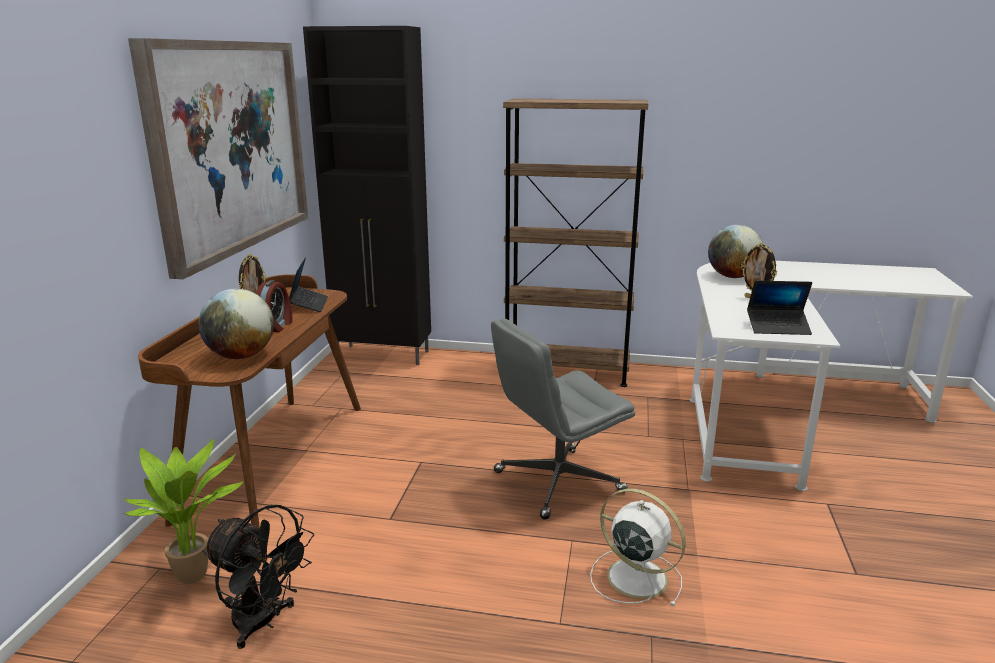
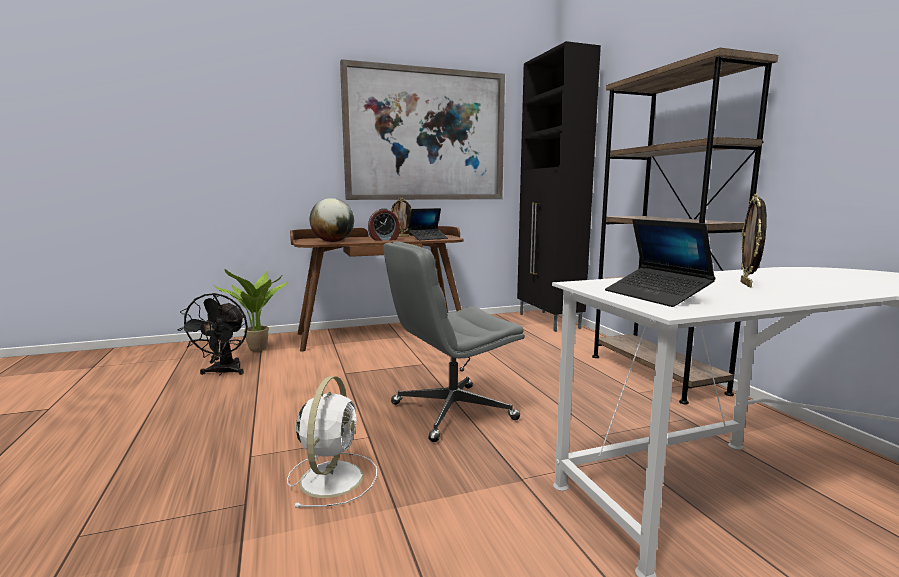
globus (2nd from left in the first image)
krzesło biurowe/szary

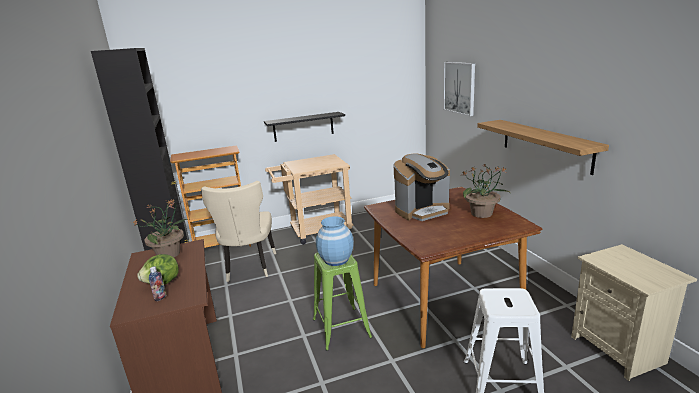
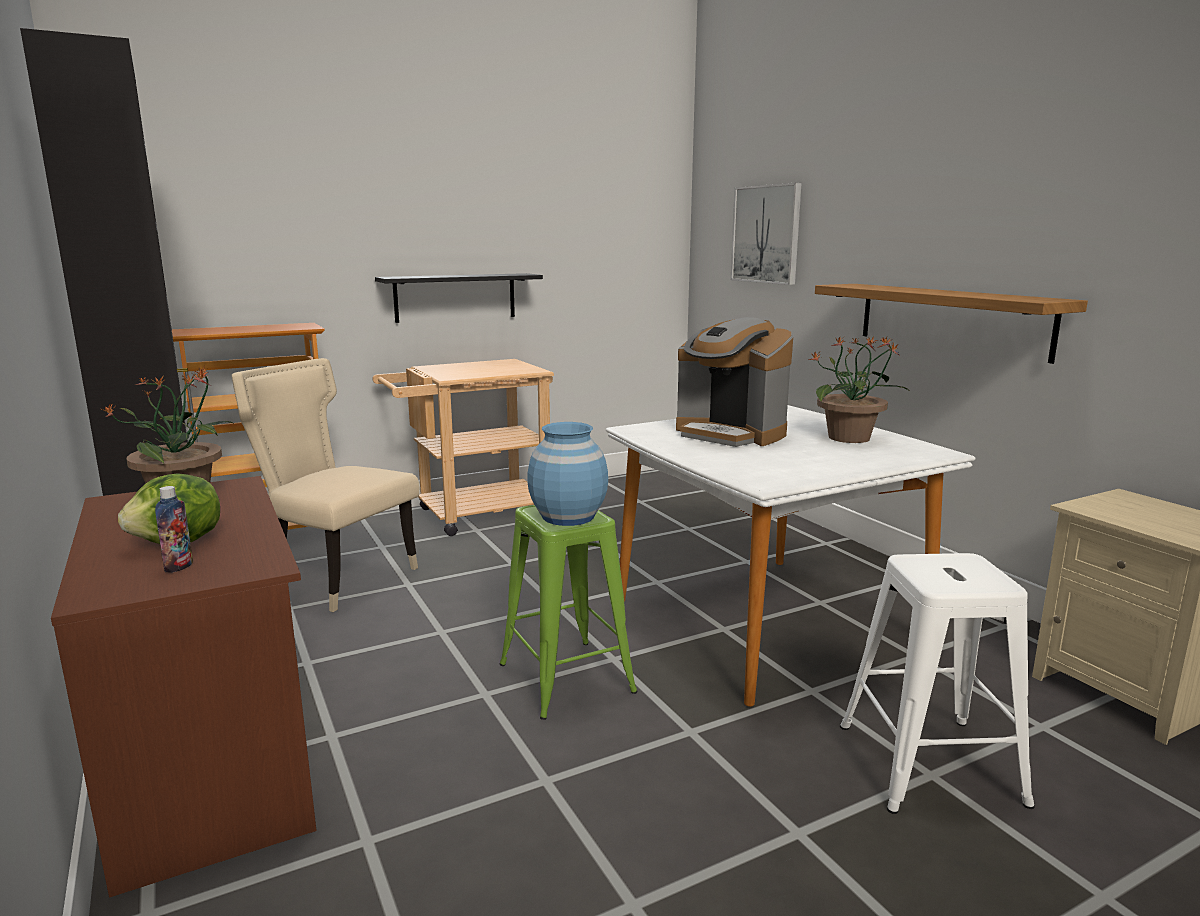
stół jadalny/biały
krzesło/beżowy
ekspres do kawy

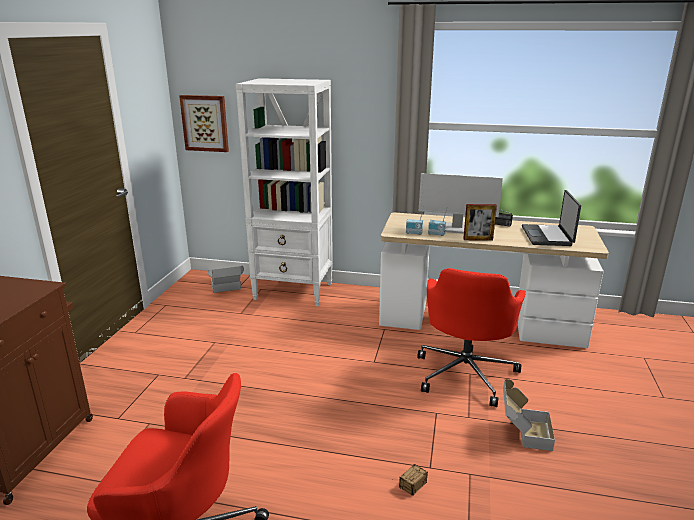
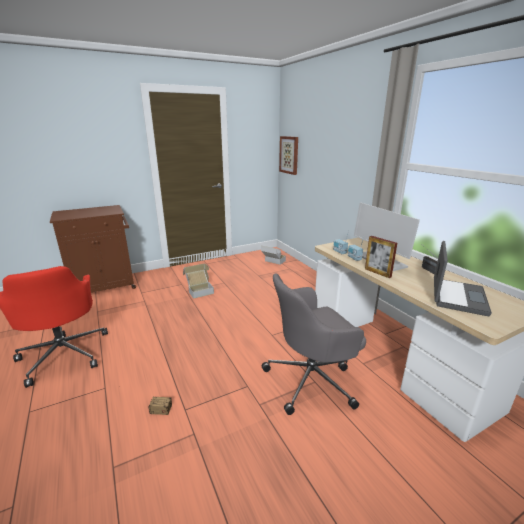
regał/biały
karton (1st from left)
krzesło biurowe/szary
laptop

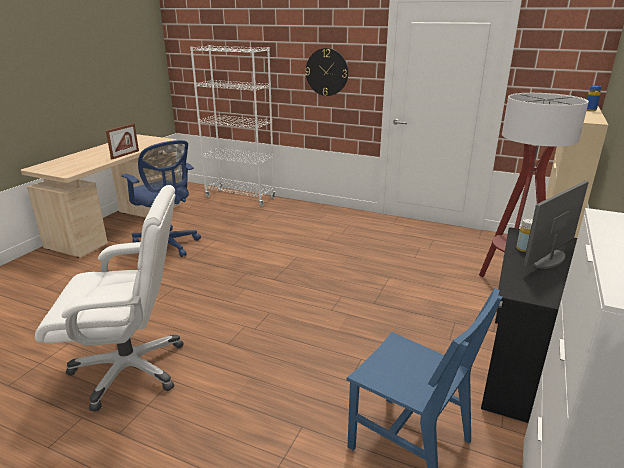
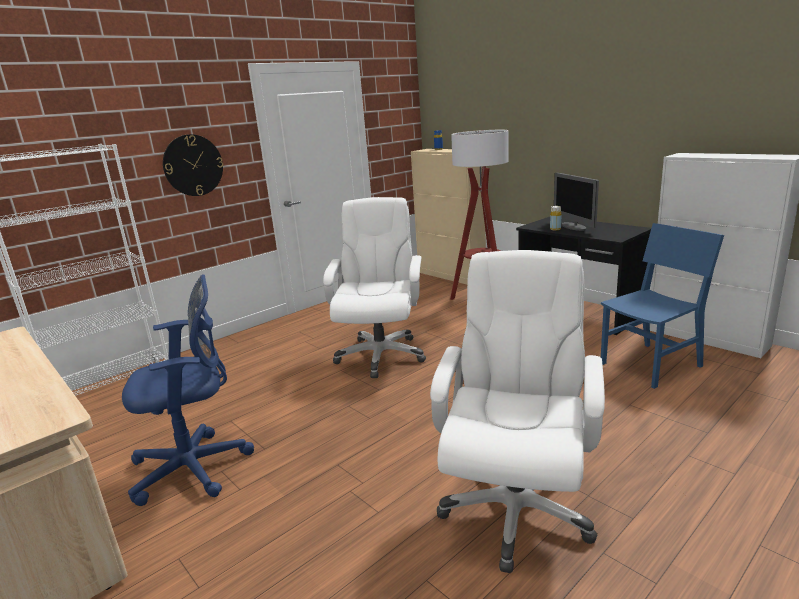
ramka na zdjęcie
krzesło biurowe/biały (1st from left)

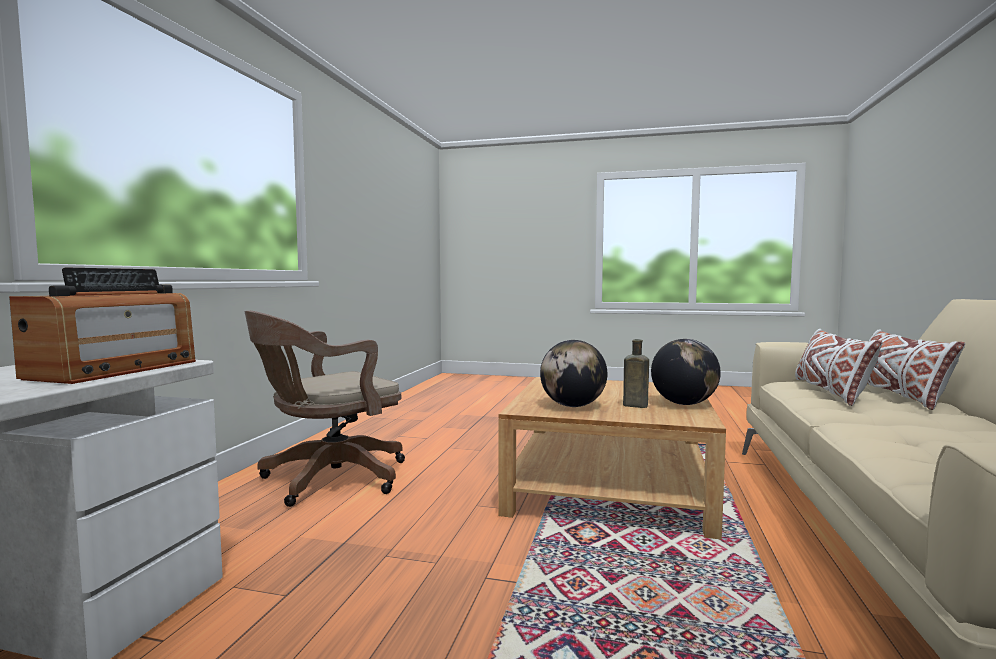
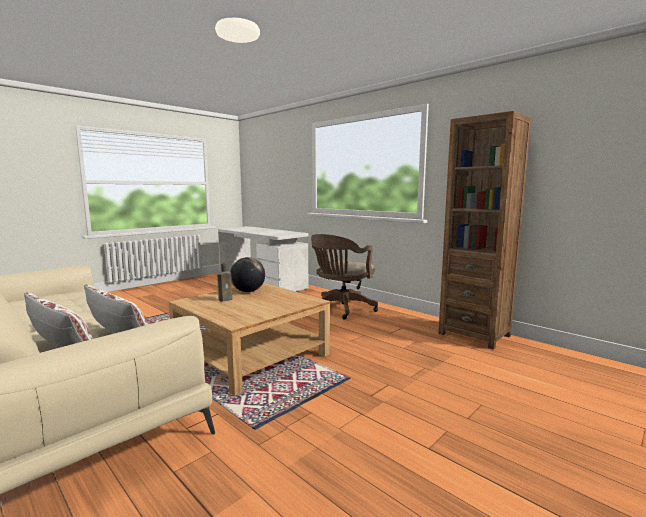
radio
globus (2nd from left in the first image)
regał/brązowy
krzesło biurowe/brązowy

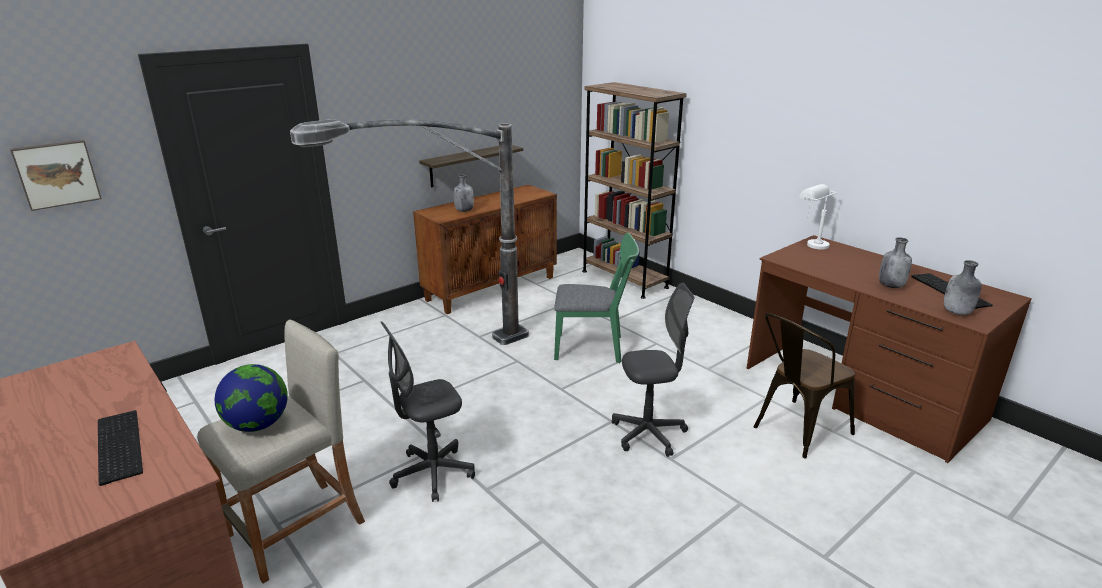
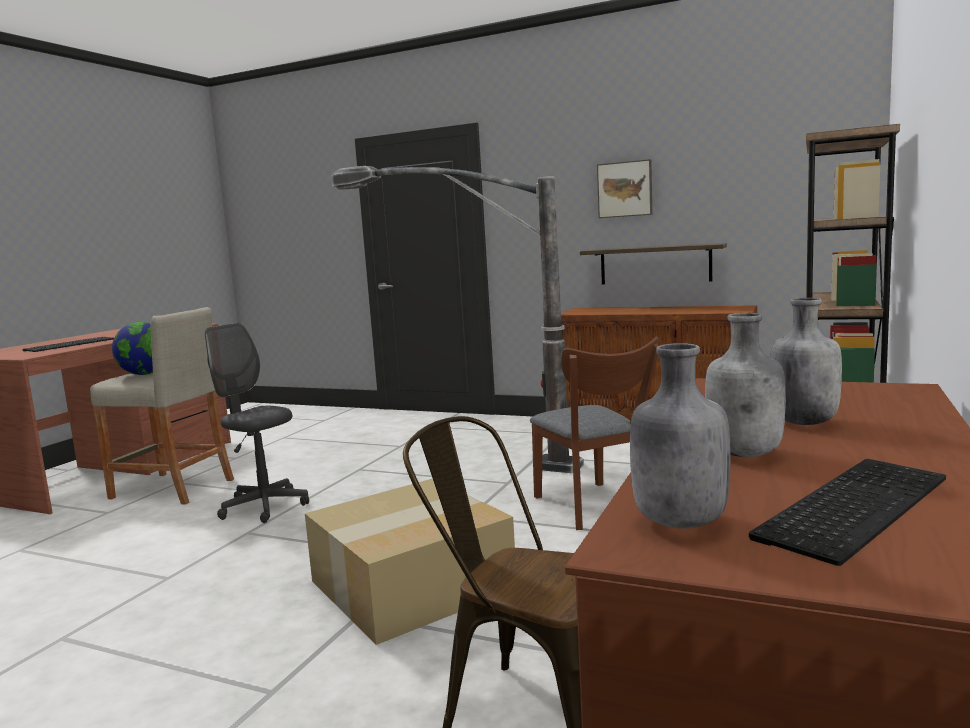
lampa stołowa/biały
obraz
butelka/szary (3rd from left)
karton
krzesło/brązowy (2nd from left)

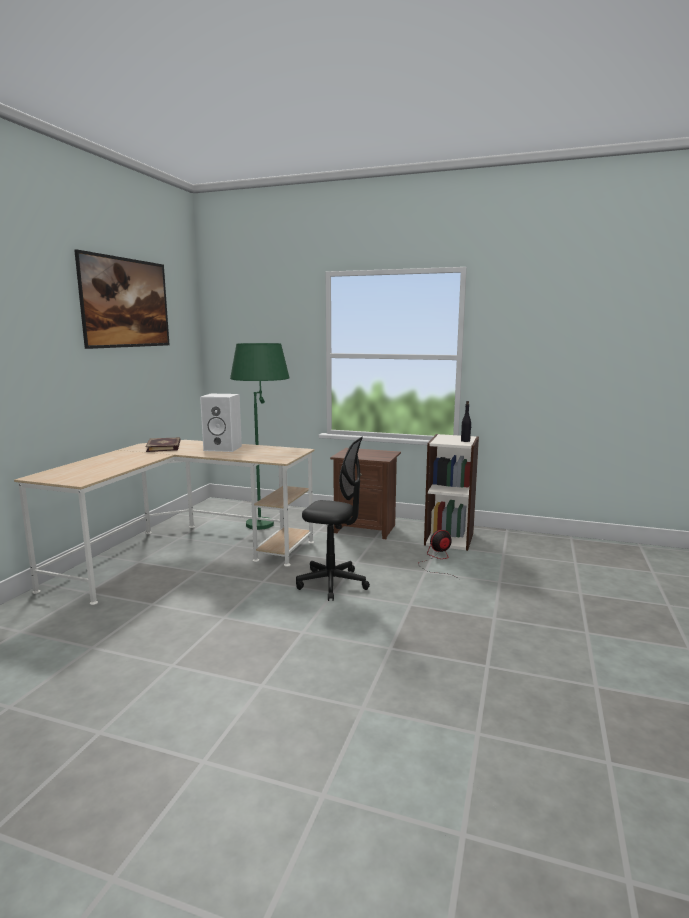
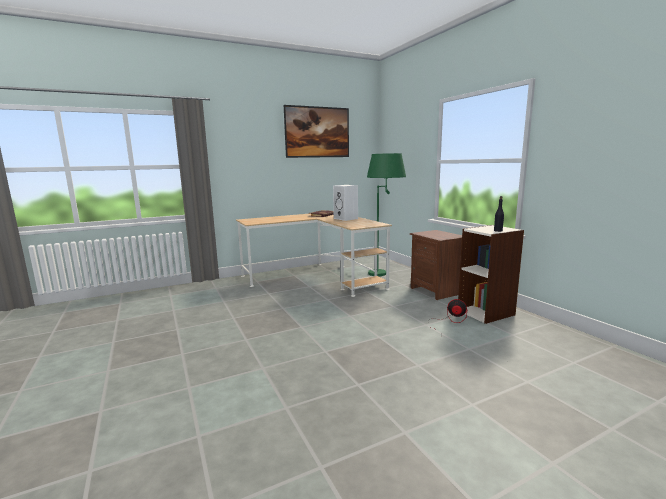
krzesło biurowe/czarny

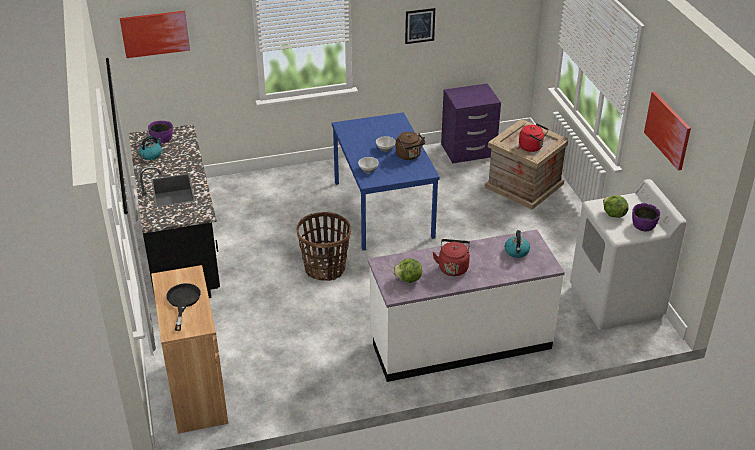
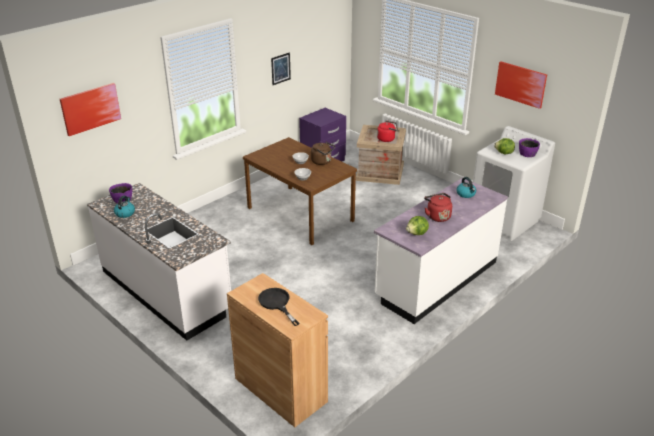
koszyk
zabudowa kuchenna/biały (1st from left)
stół jadalny/brązowy

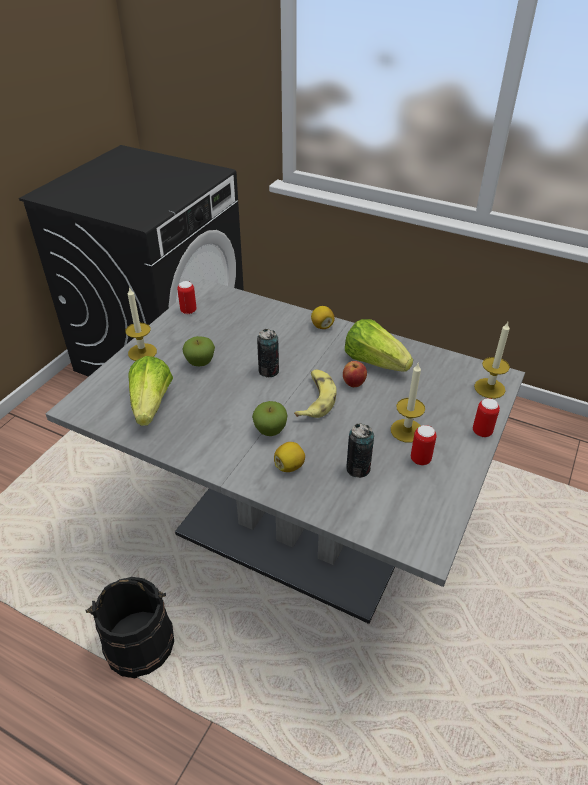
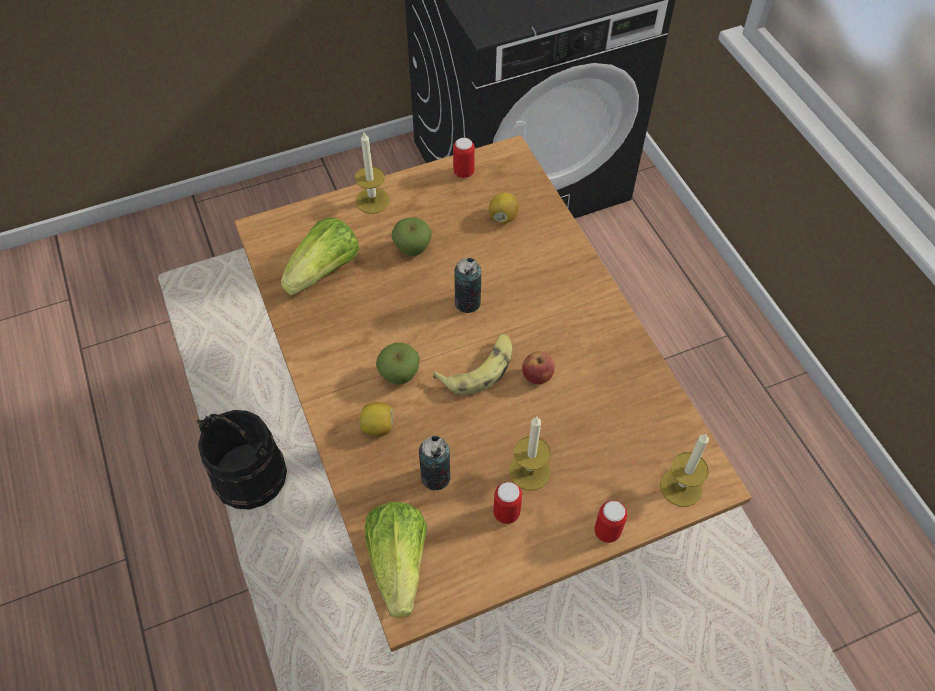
cytryna (2nd from left)
sałata (2nd from left)
stół jadalny/brązowy

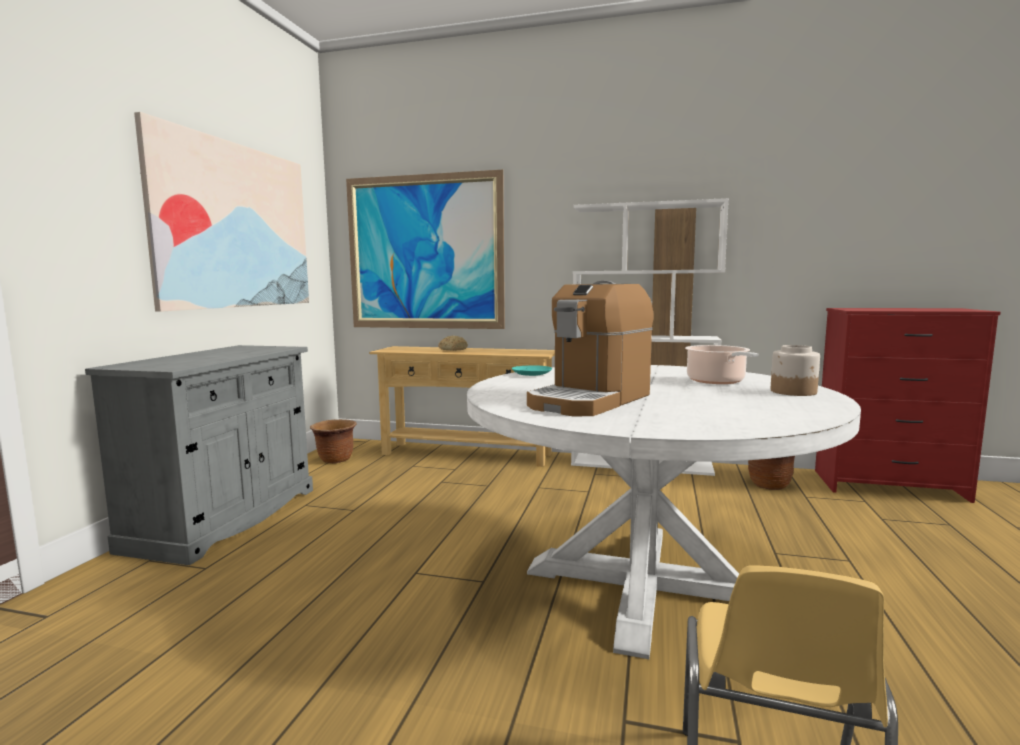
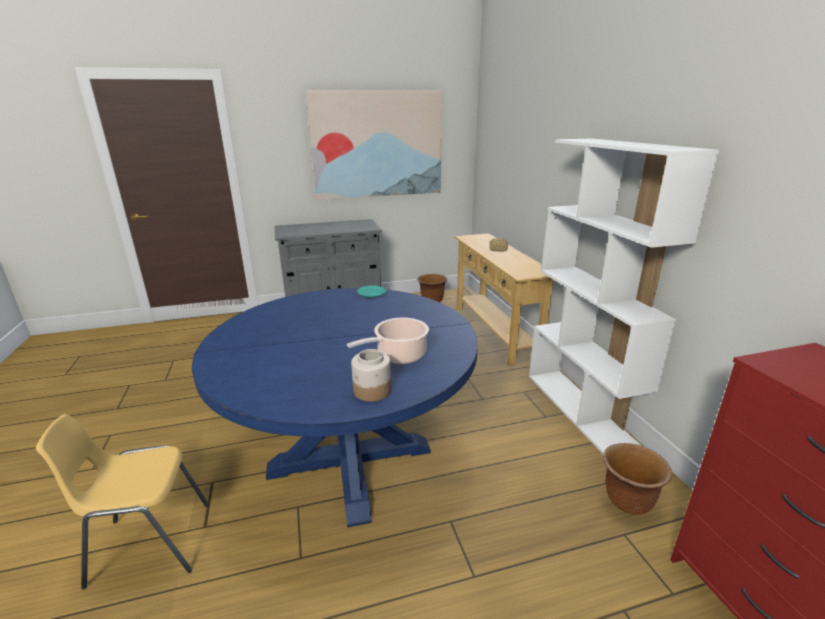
obraz (2nd from left in the first image)
ekspres do kawy
stół jadalny/niebieski

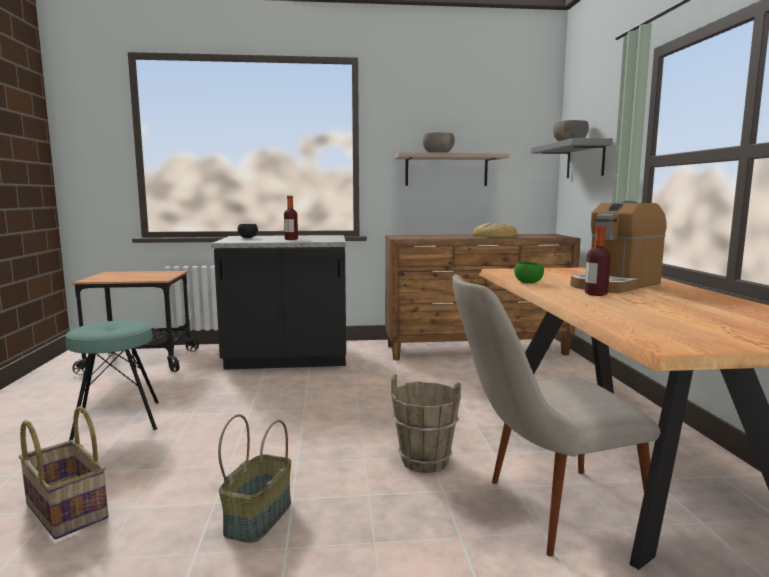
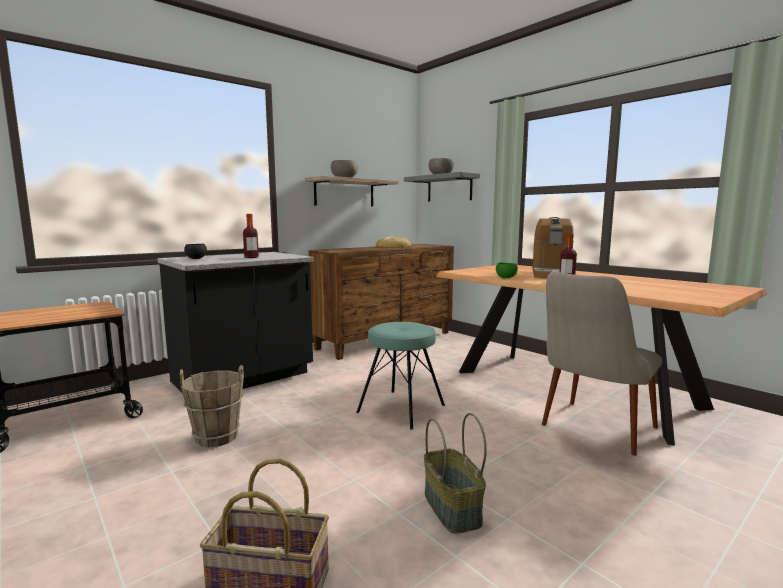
stołek/turkusowy
wiadro/brązowy

